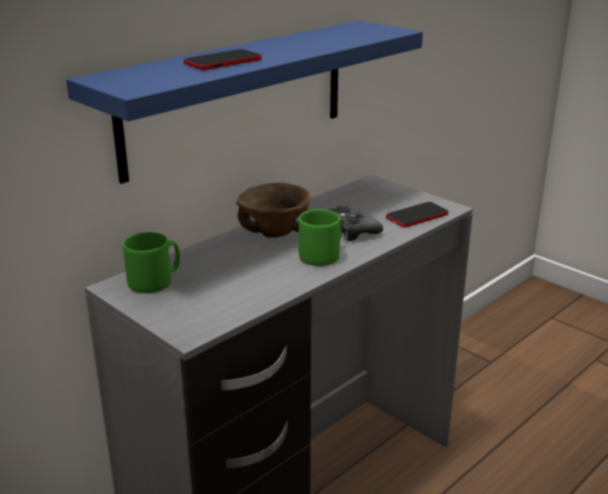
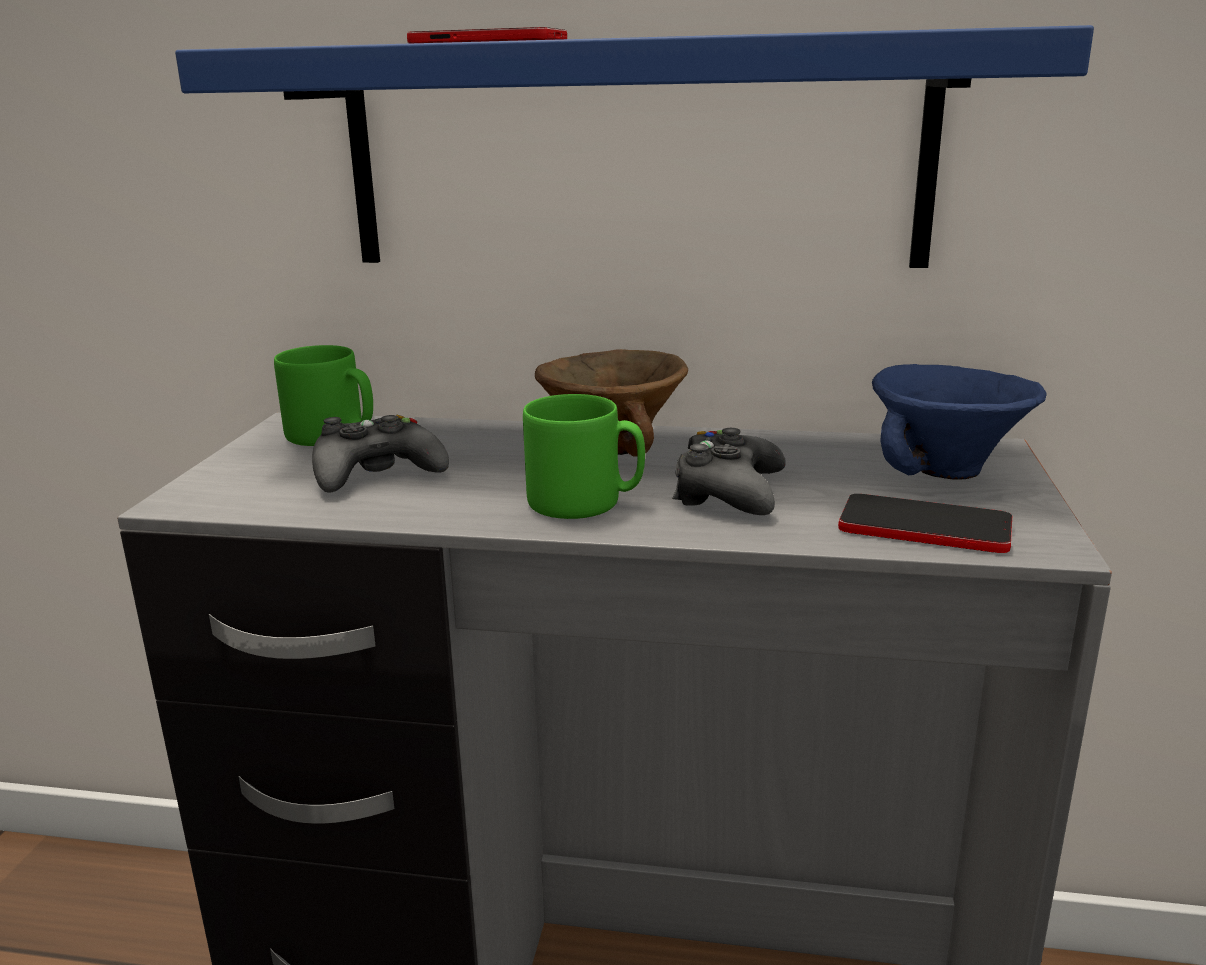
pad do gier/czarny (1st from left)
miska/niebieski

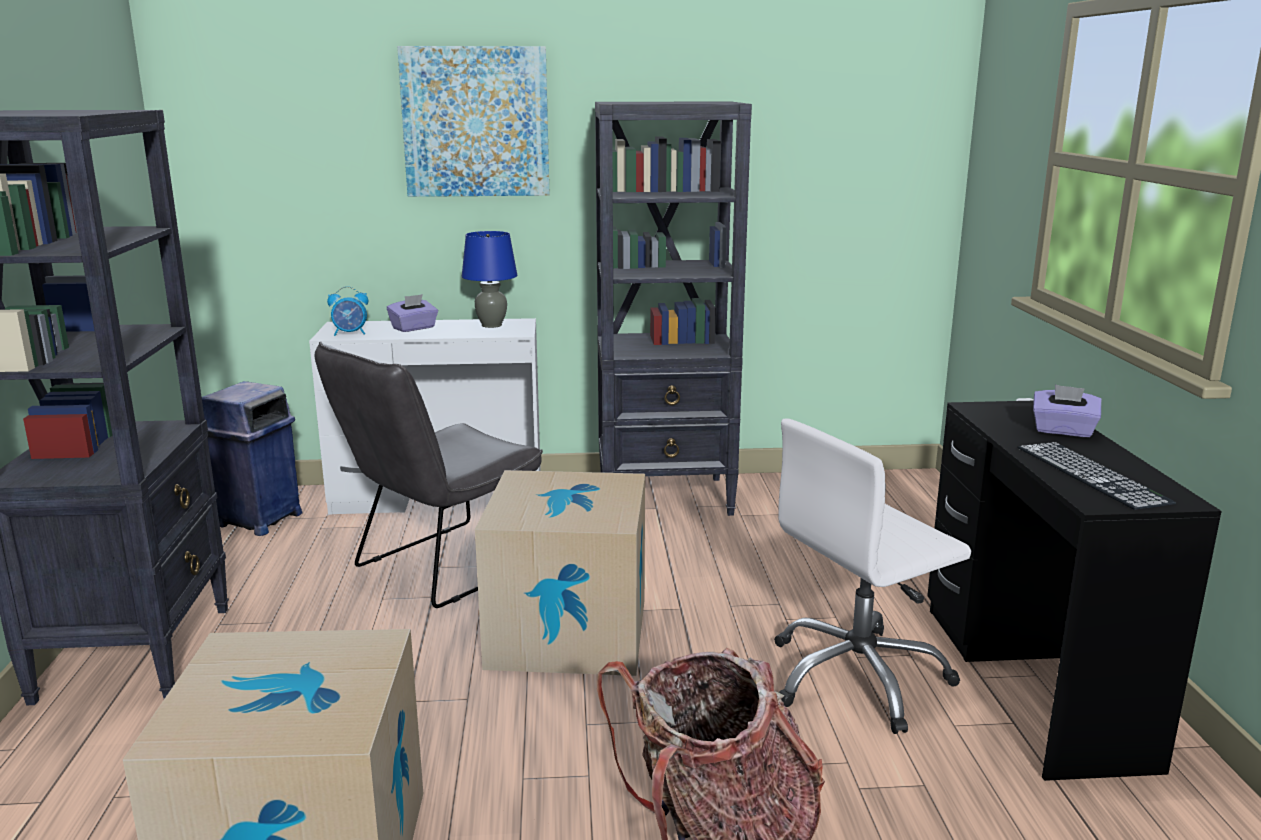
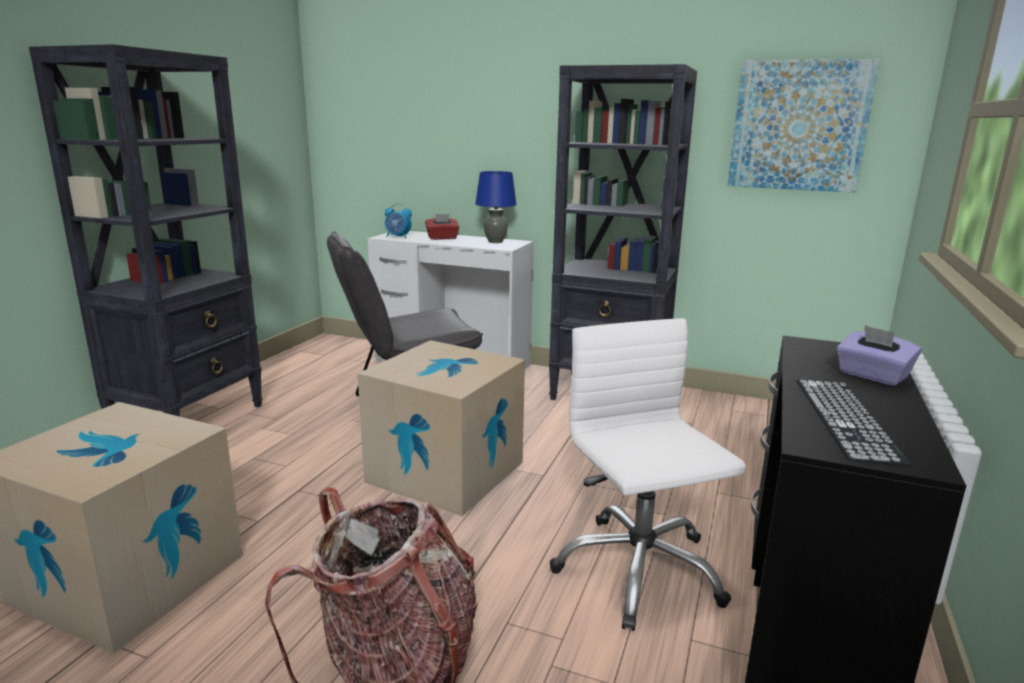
kosz na śmieci/niebieski
obraz
pudełko chusteczek/czerwony
krzesło biurowe/biały

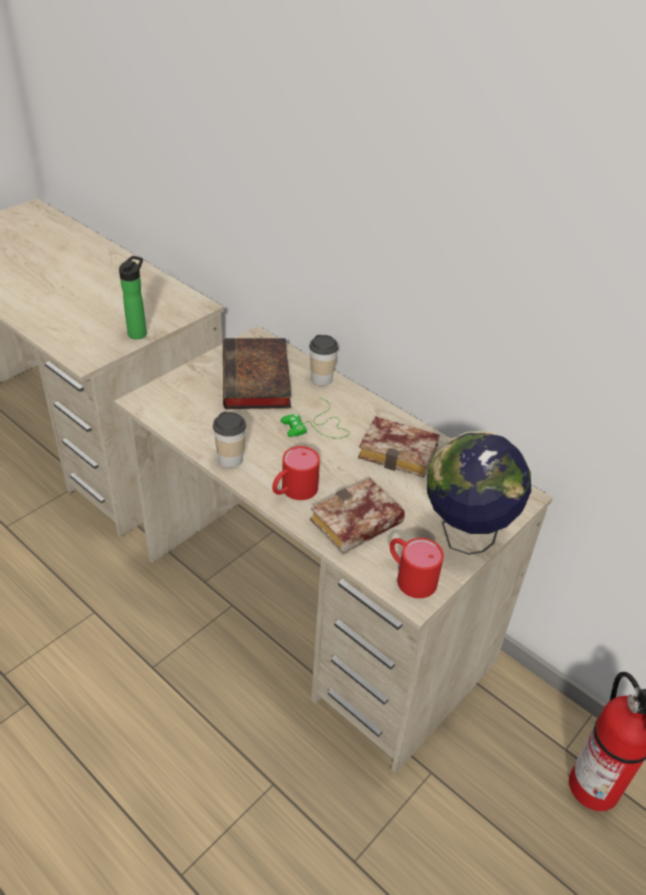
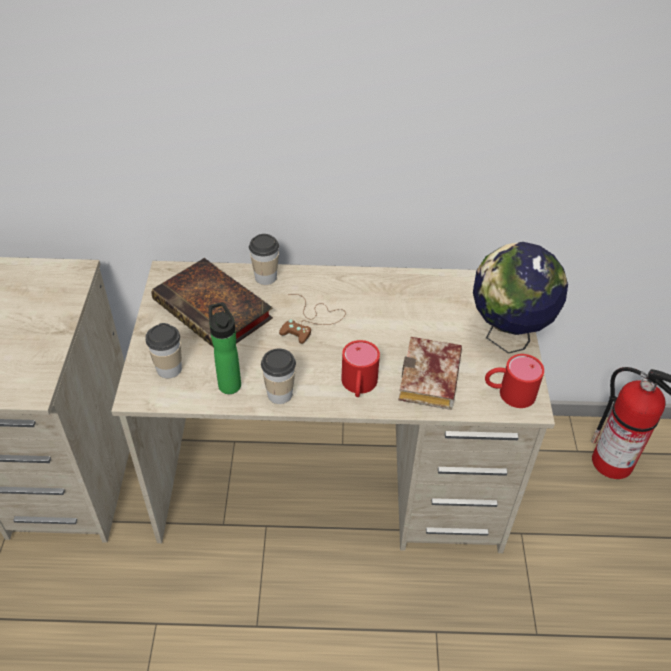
książka (3rd from left in the first image)
filiżanka (1st from left)
butelka
pad do gier/brązowy

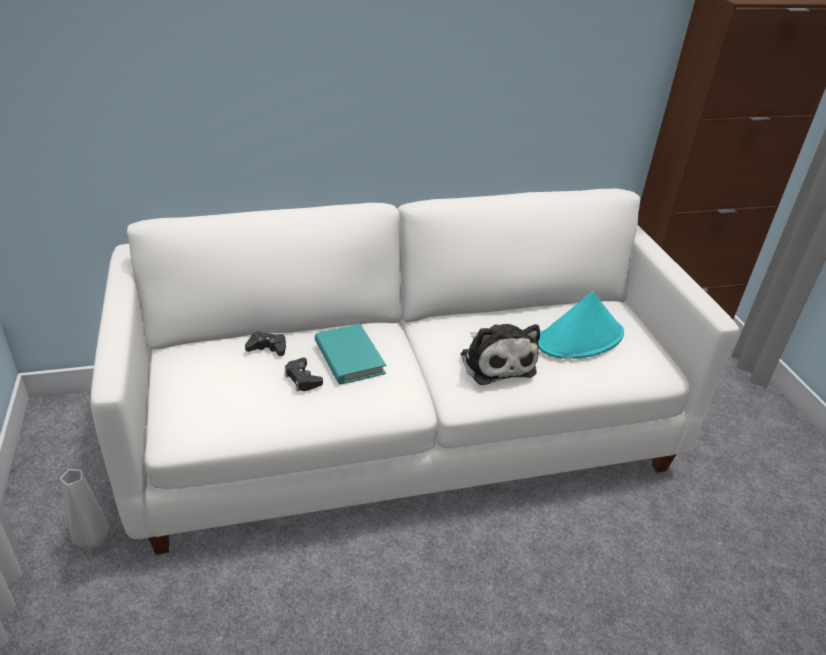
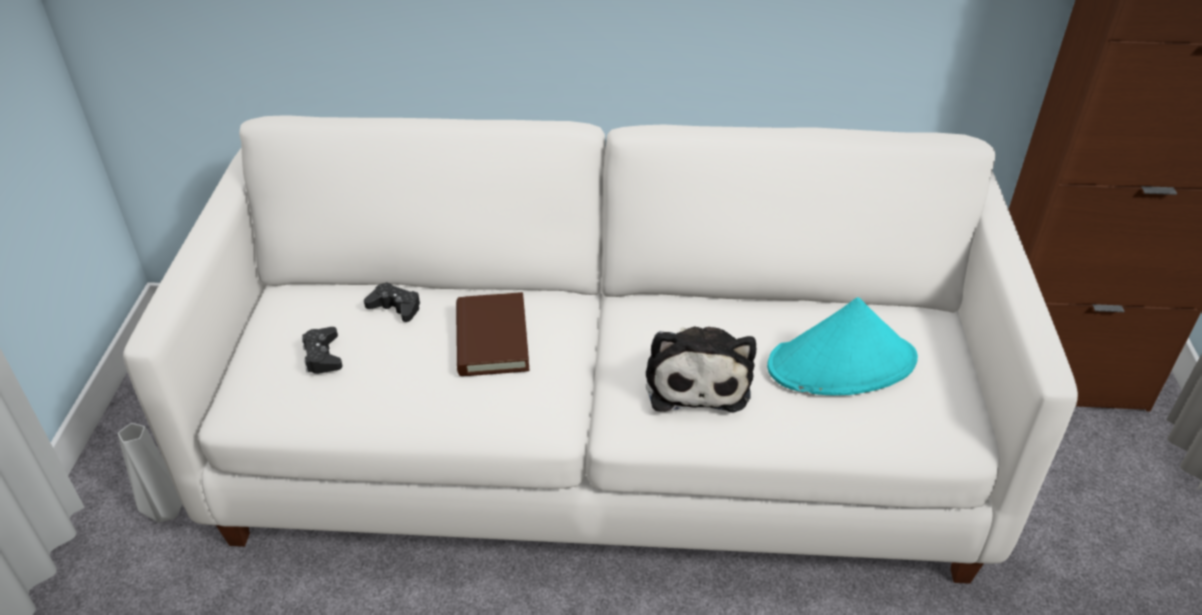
pad do gier/czarny (1st from left)
książka/brązowy

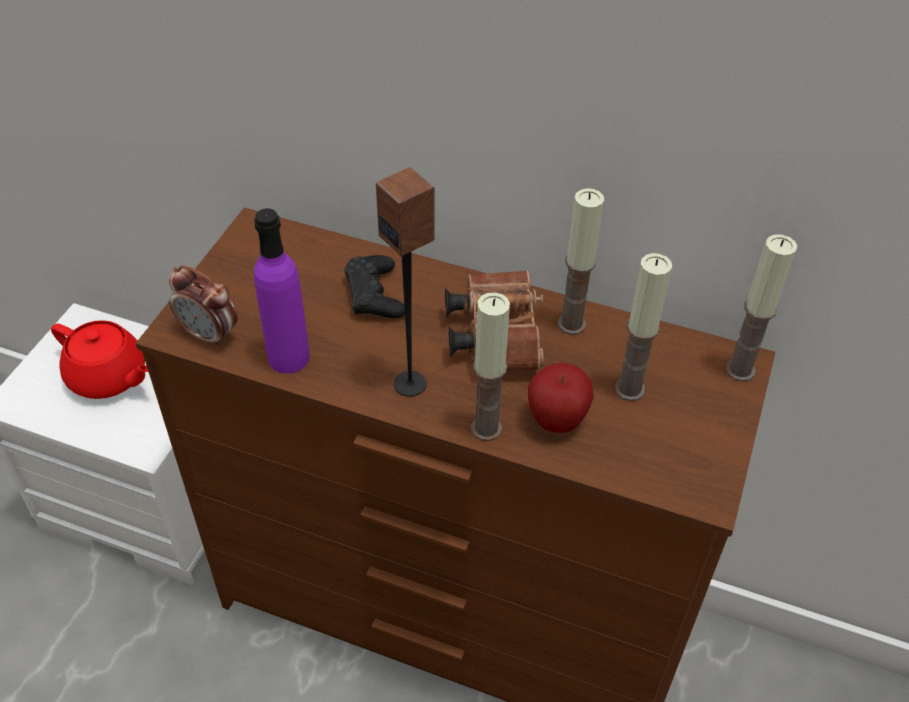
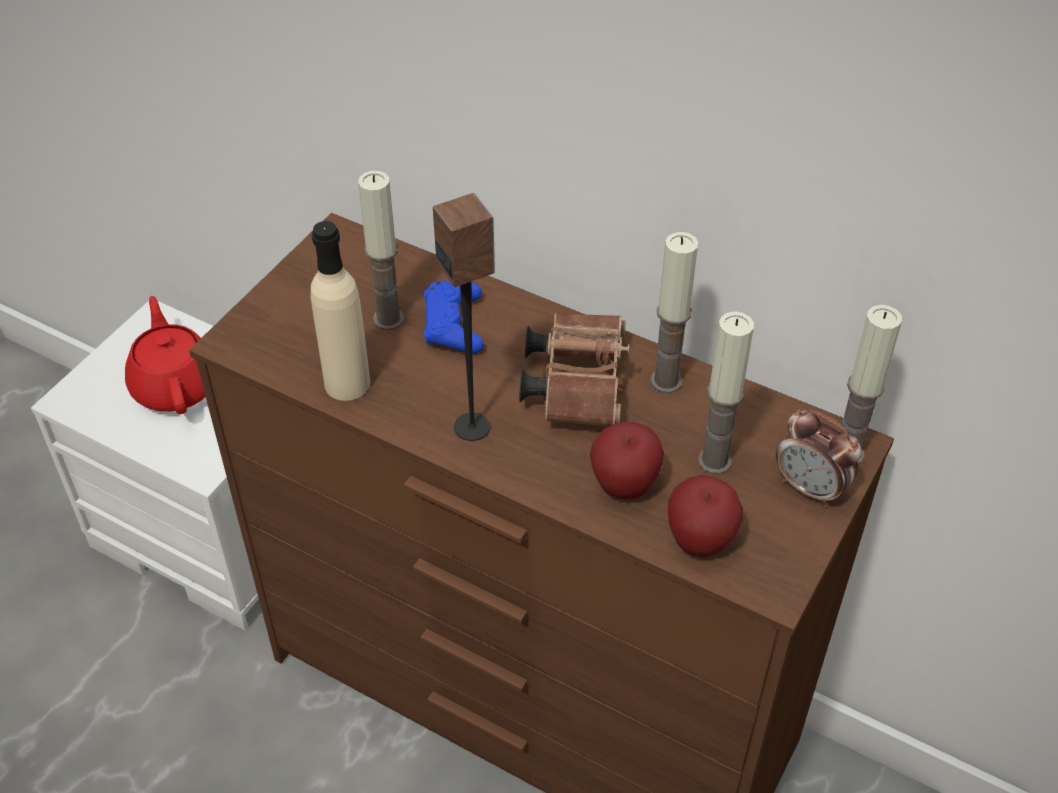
jabłko (2nd from left)
budzik
świeca (1st from left)
butelka/beżowy
pad do gier/niebieski
imbryk/czerwony

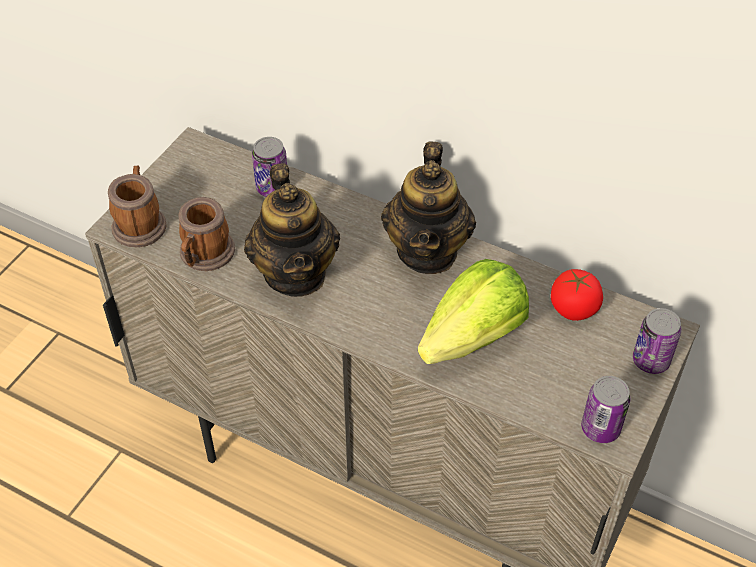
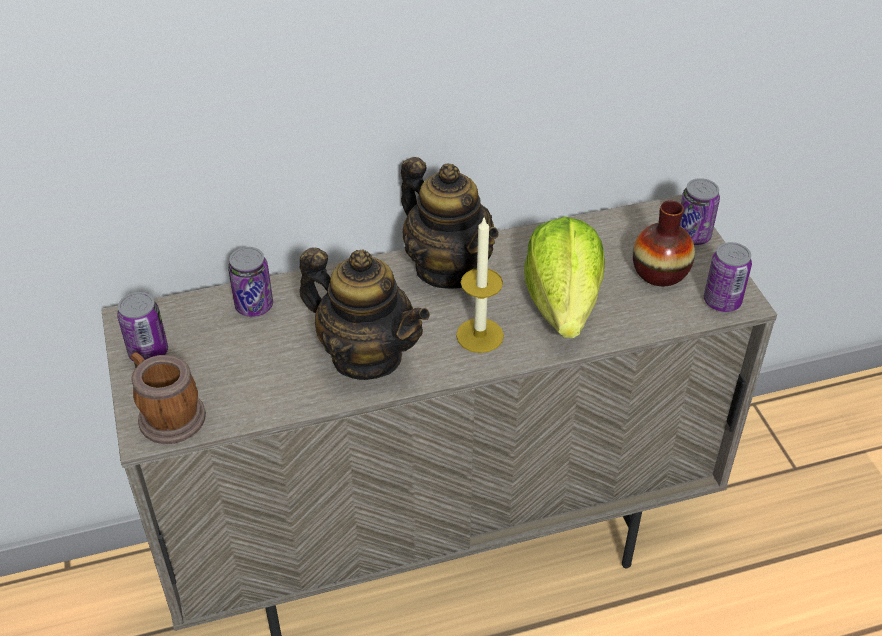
kubek (2nd from left in the first image)
pomidor
puszka (1st from left)
świeca
wazon

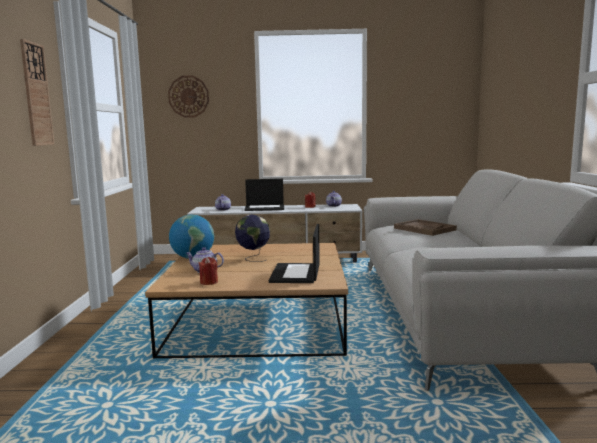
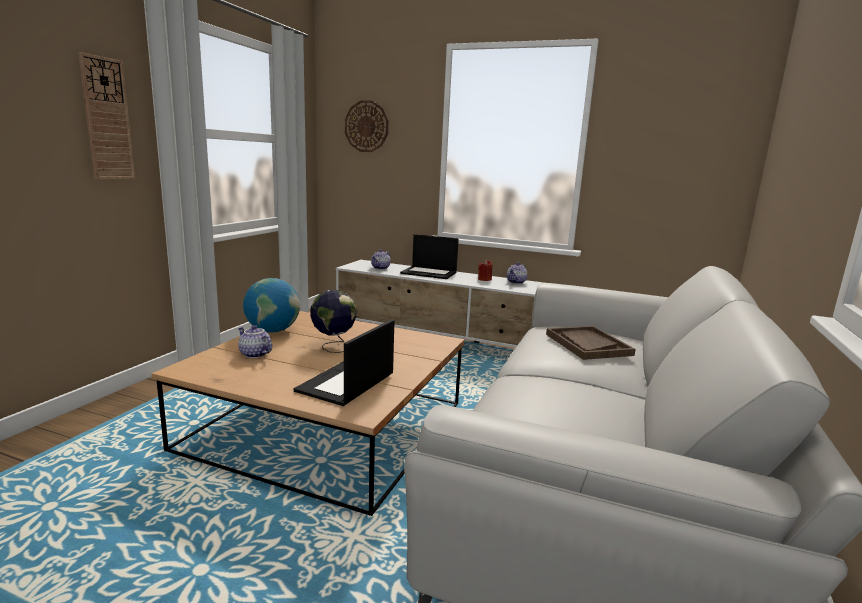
świeca/czerwony (1st from left in the first image)

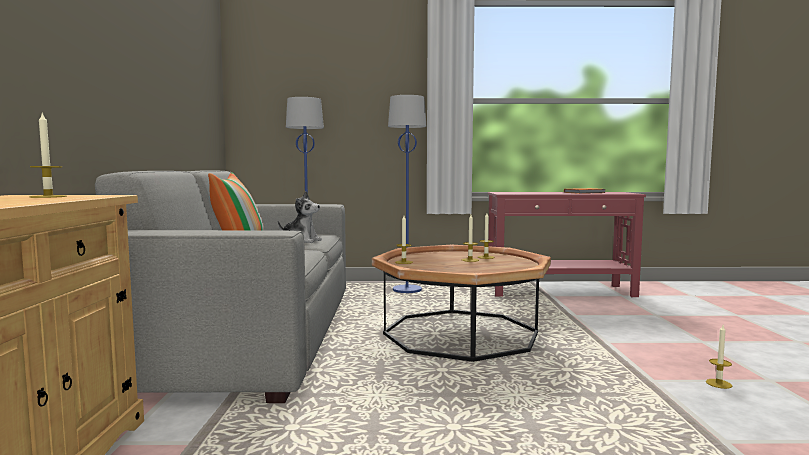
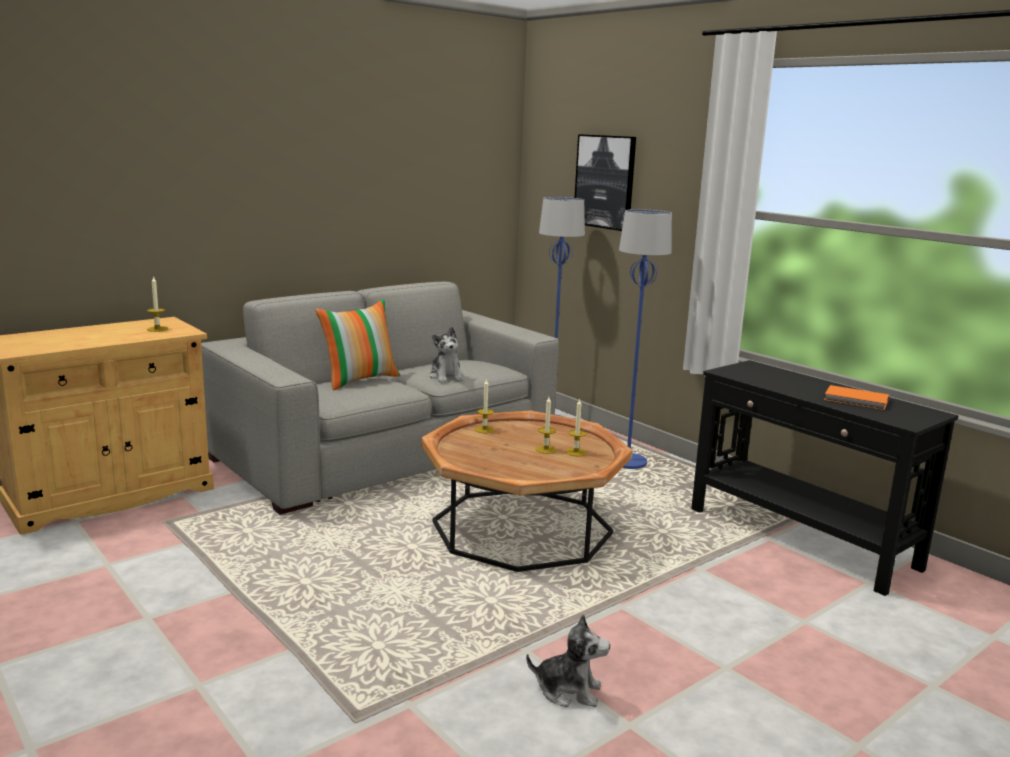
obraz
pluszak (2nd from left)
stolik konsolowy/czarny

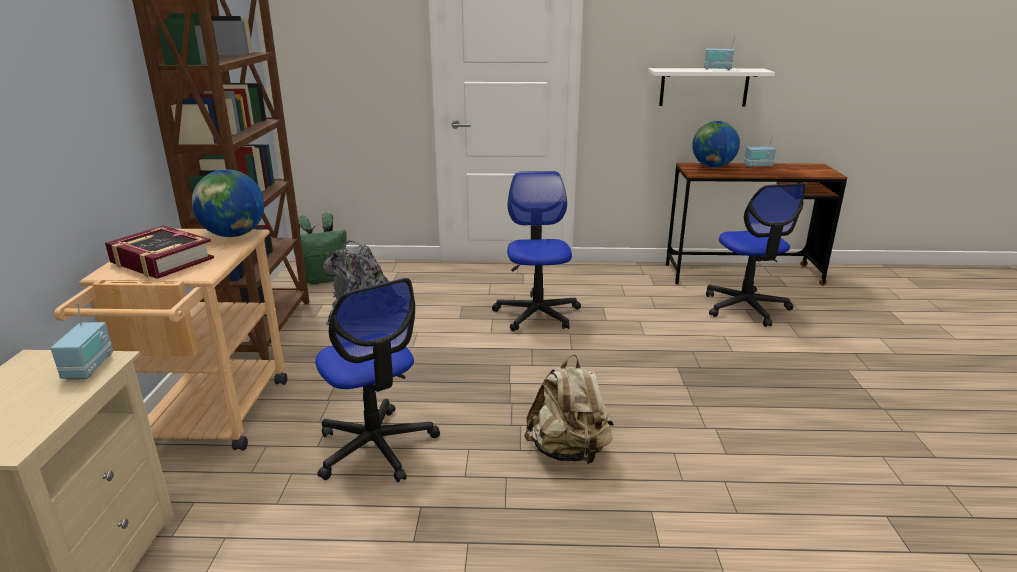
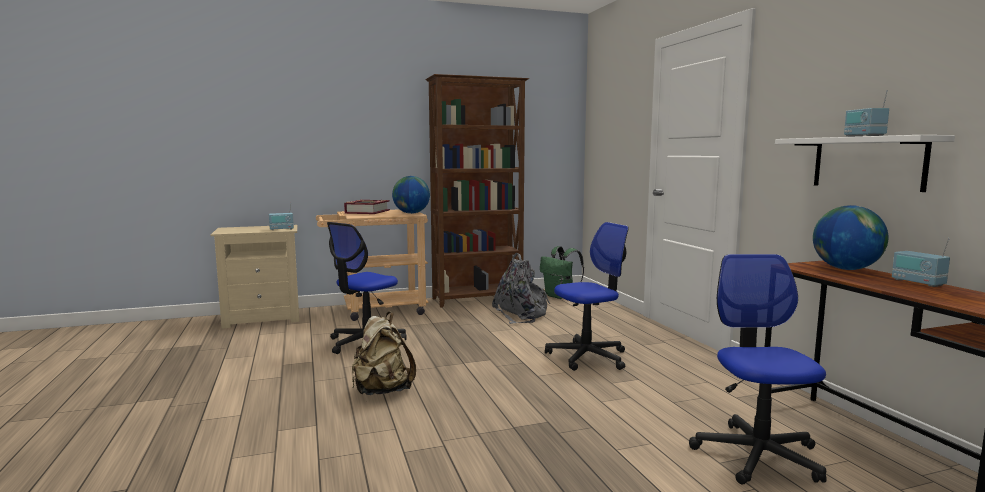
krzesło biurowe (3rd from left)

